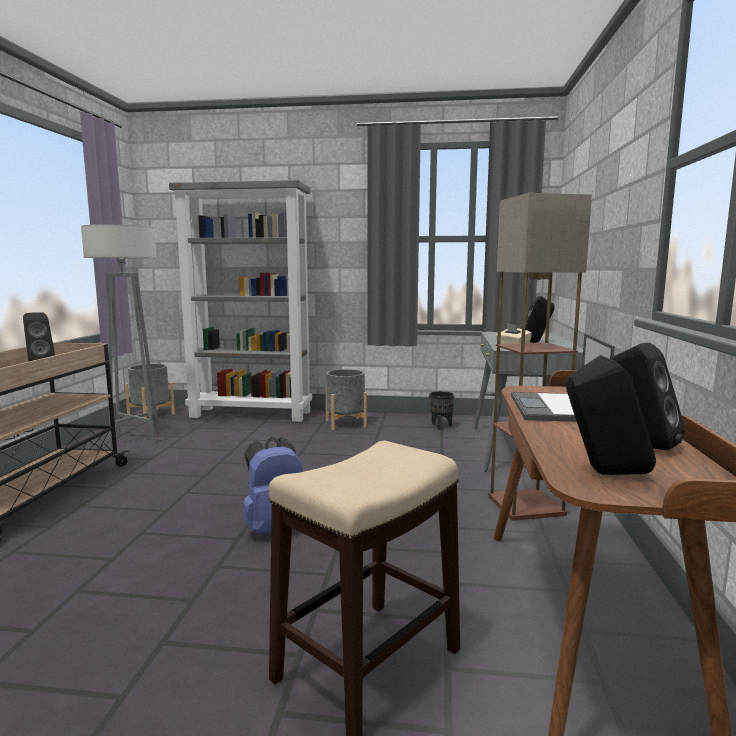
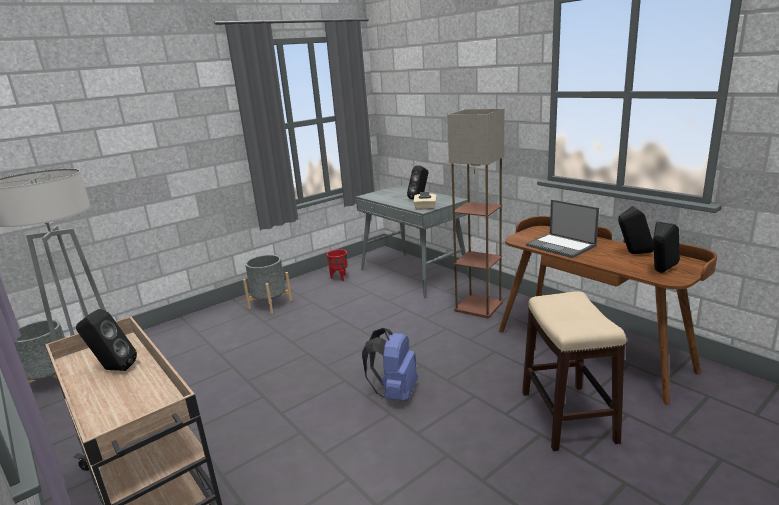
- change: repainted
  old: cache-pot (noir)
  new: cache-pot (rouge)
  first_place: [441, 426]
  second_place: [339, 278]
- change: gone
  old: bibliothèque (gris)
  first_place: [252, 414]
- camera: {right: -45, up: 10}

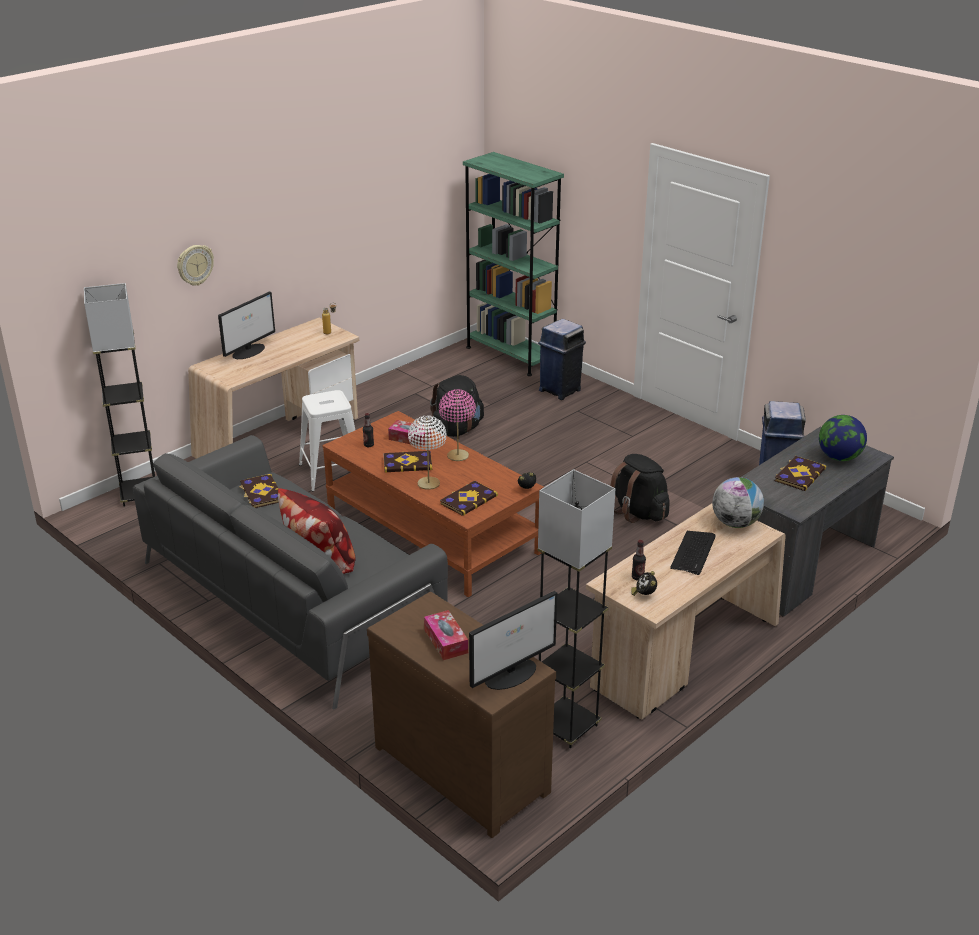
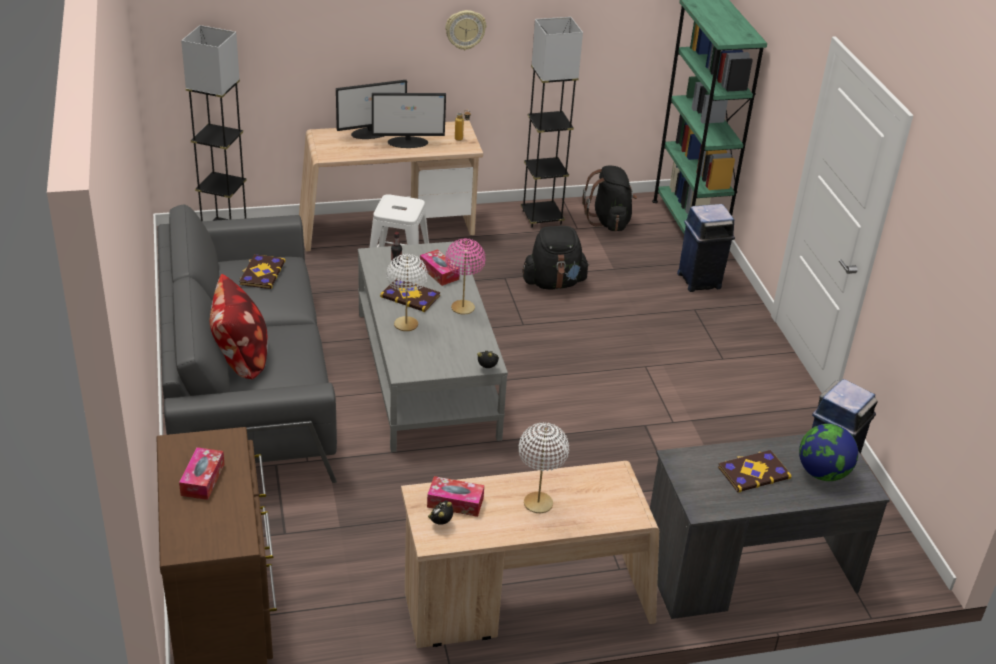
- change: repainted
  old: table basse (marron)
  new: table basse (gris)
  first_place: [431, 531]
  second_place: [426, 373]
- change: shifted
  old: écran d'ordinateur
  first_place: [511, 674]
  second_place: [408, 142]
- change: swapped
  old: bouteille
  new: boîte à mouchoirs
  first_place: [637, 577]
  second_place: [455, 502]
- change: shifted
  old: horloge murale
  first_place: [195, 265]
  second_place: [465, 29]
- change: swapped
  old: clavier
  new: lampe de table (blanc)
  first_place: [693, 553]
  second_place: [538, 504]
- change: shifted
  old: lampadaire (gris)
  first_place: [567, 726]
  second_place: [542, 217]
- change: shifted
  old: sac à dos (noir)
  first_place: [638, 512]
  second_place: [609, 221]
- change: gone
  old: livre
  first_place: [468, 499]
- change: gone
  old: globe
  first_place: [735, 523]
- camera: {right: 30, up: 5}

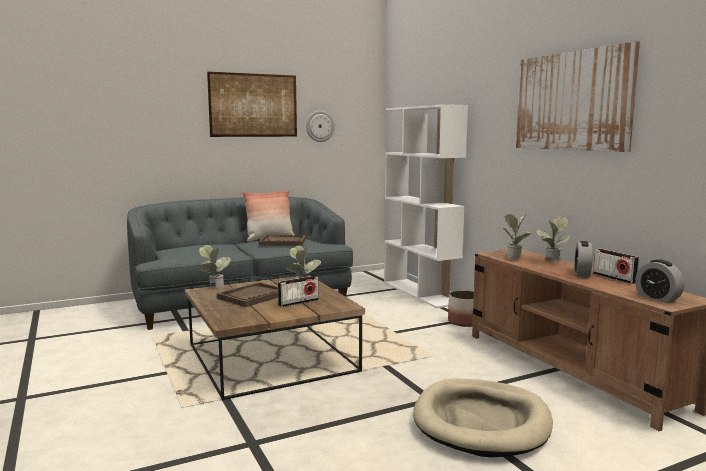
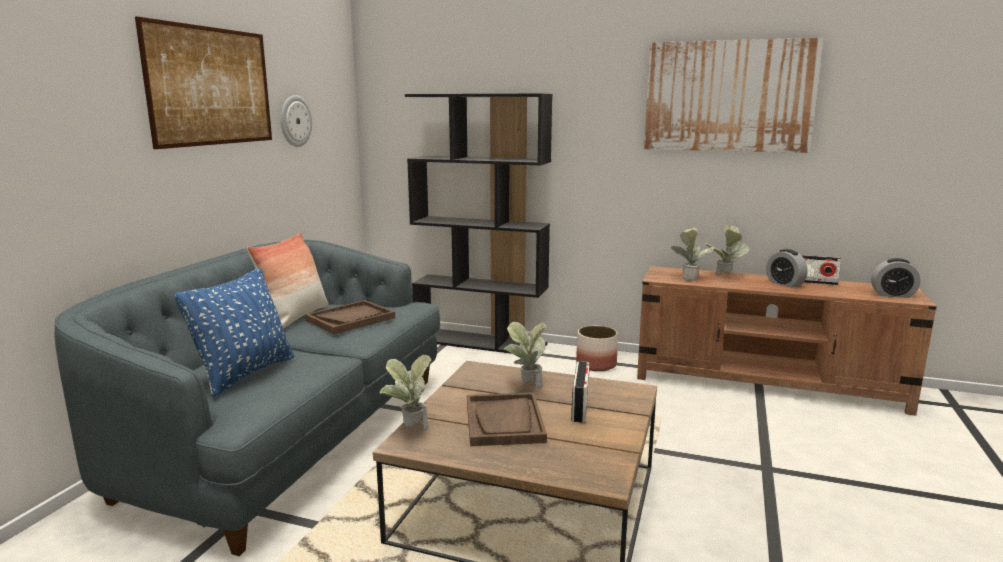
- change: new
  new: coussin (bleu)
  second_place: [245, 374]
- change: repainted
  old: bibliothèque (blanc)
  new: bibliothèque (noir)
  first_place: [420, 293]
  second_place: [481, 342]
- change: gone
  old: panier pour chien (beige)
  first_place: [481, 422]
- camera: {right: -45, up: 5}

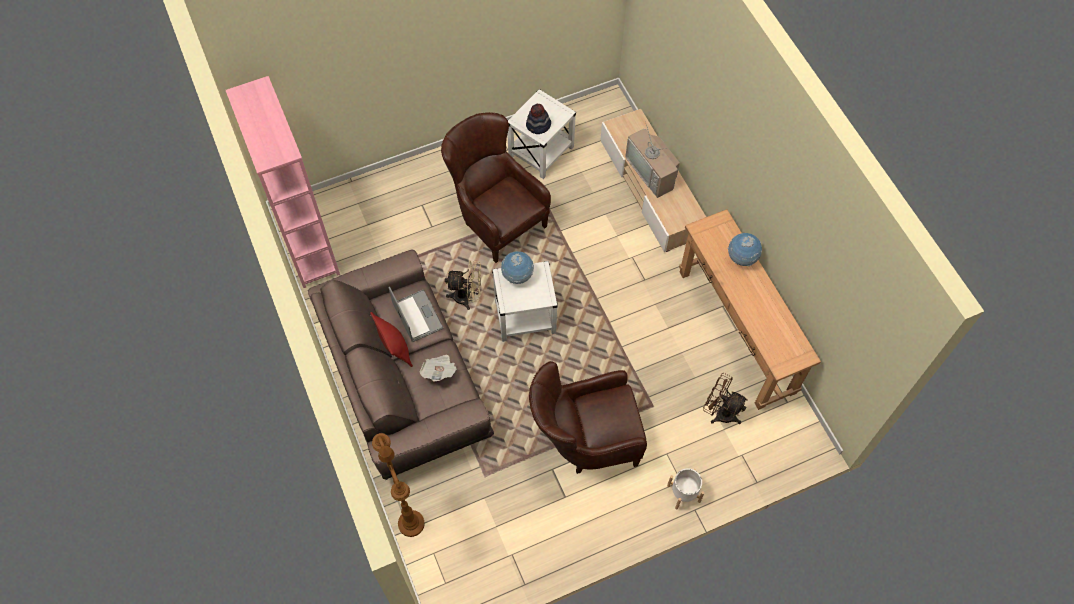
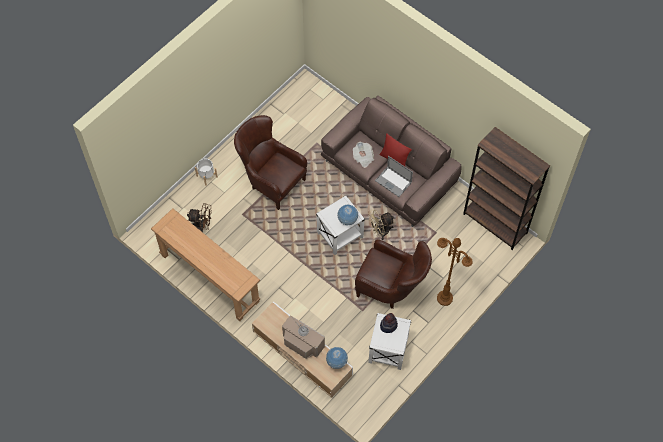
- change: rotated
  old: fauteuil (marron)
  first_place: [585, 441]
  second_place: [271, 181]
  degrees: -105
- change: shifted
  old: globe
  first_place: [742, 258]
  second_place: [336, 362]
- change: shifted
  old: lampadaire (marron)
  first_place: [411, 523]
  second_place: [445, 298]
- change: repainted
  old: bibliothèque (rose)
  new: bibliothèque (marron)
  first_place: [307, 244]
  second_place: [495, 223]
- camera: {right: 155, up: 0}

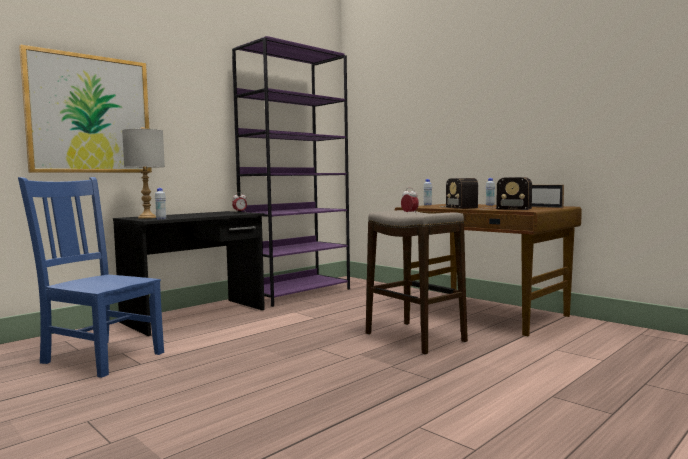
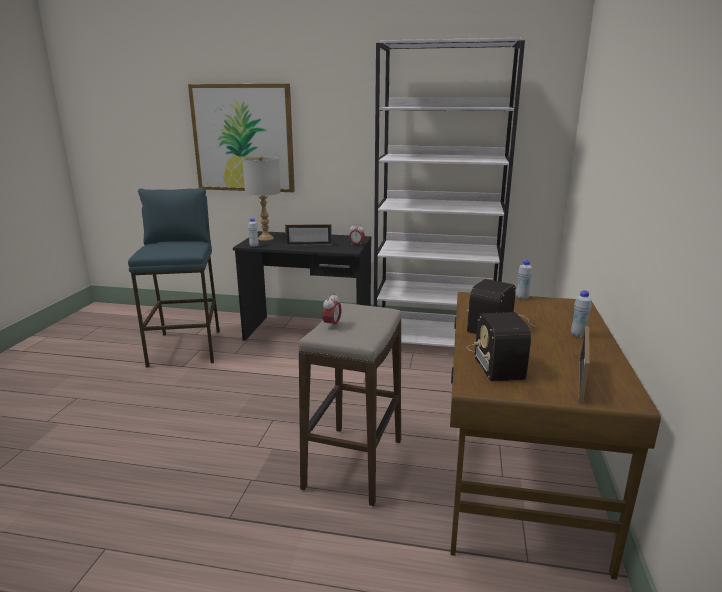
- change: swapped
  old: chaise (bleu)
  new: tabouret (bleu)
  first_place: [100, 357]
  second_place: [187, 347]
- change: new
  new: cadre photo
  second_place: [309, 245]
- change: repainted
  old: bibliothèque (violet)
  new: bibliothèque (blanc)
  first_place: [297, 293]
  second_place: [435, 341]
- camera: {right: 55, up: 15}

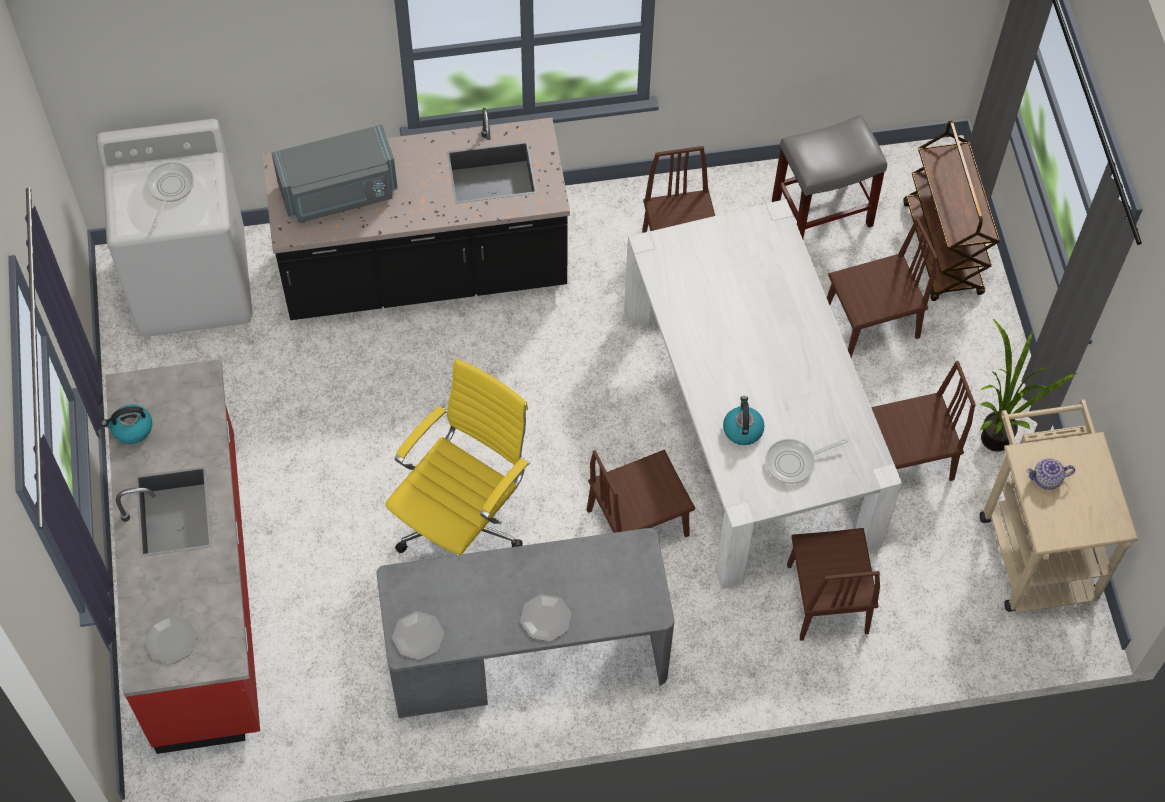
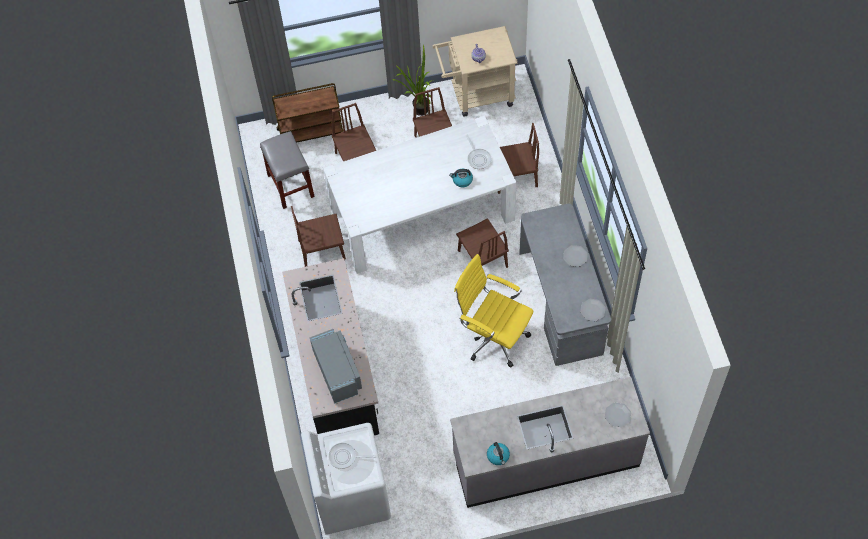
- change: repainted
  old: comptoir de cuisine (rouge)
  new: comptoir de cuisine (gris)
  first_place: [201, 591]
  second_place: [545, 460]
- camera: {right: -90, up: 0}

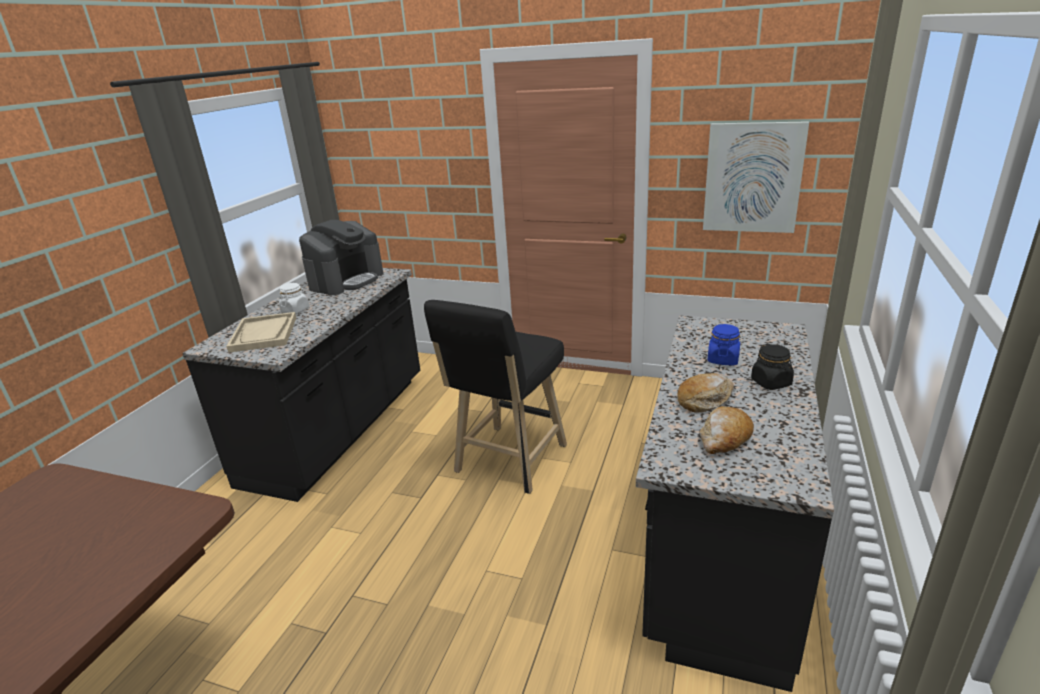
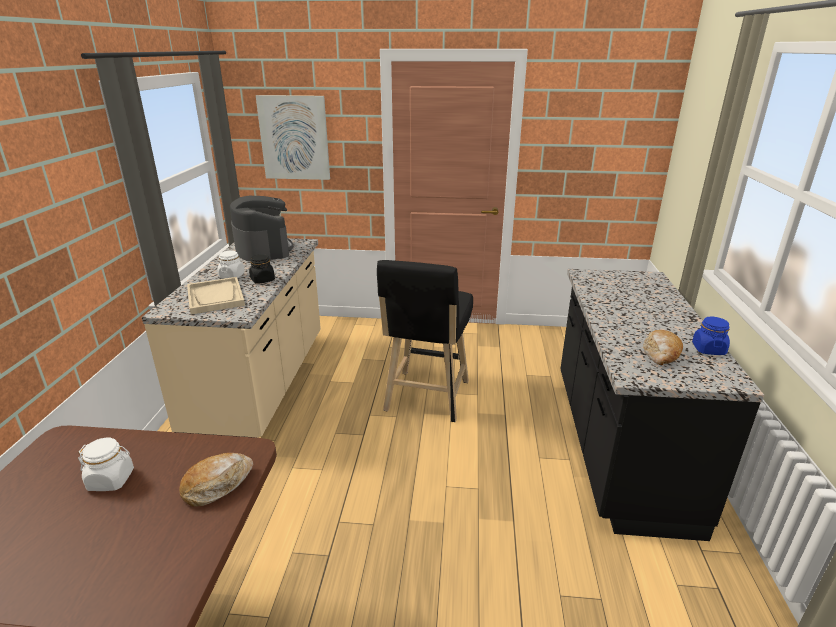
- change: new
  new: bocal (blanc)
  second_place: [111, 480]
- change: repainted
  old: comptoir de cuisine (noir)
  new: comptoir de cuisine (beige)
  first_place: [340, 430]
  second_place: [262, 385]
- change: shifted
  old: pain
  first_place: [705, 400]
  second_place: [217, 485]
- change: rotated
  old: machine à café
  first_place: [346, 280]
  second_place: [263, 249]
  degrees: -45
- change: shifted
  old: bocal (noir)
  first_place: [771, 383]
  second_place: [262, 280]
- change: shifted
  old: tableau
  first_place: [752, 178]
  second_place: [294, 138]
- change: shifted
  old: bocal (bleu)
  first_place: [723, 359]
  second_place: [708, 349]
- camera: {right: -15, up: 0}

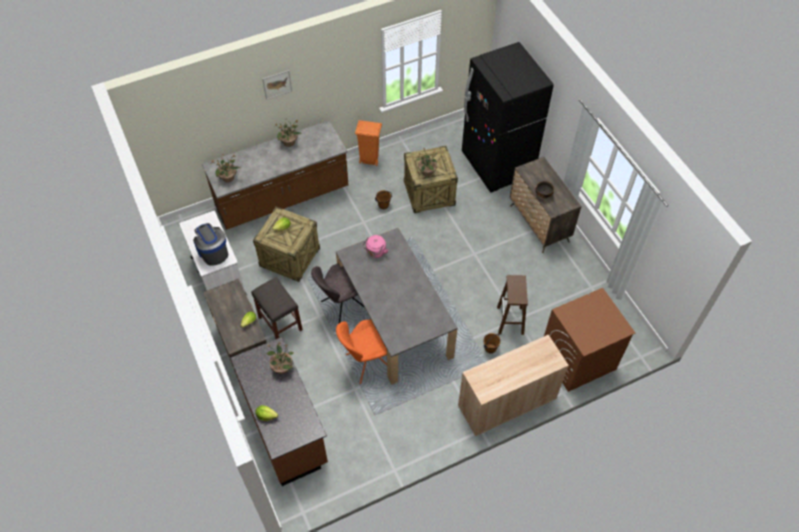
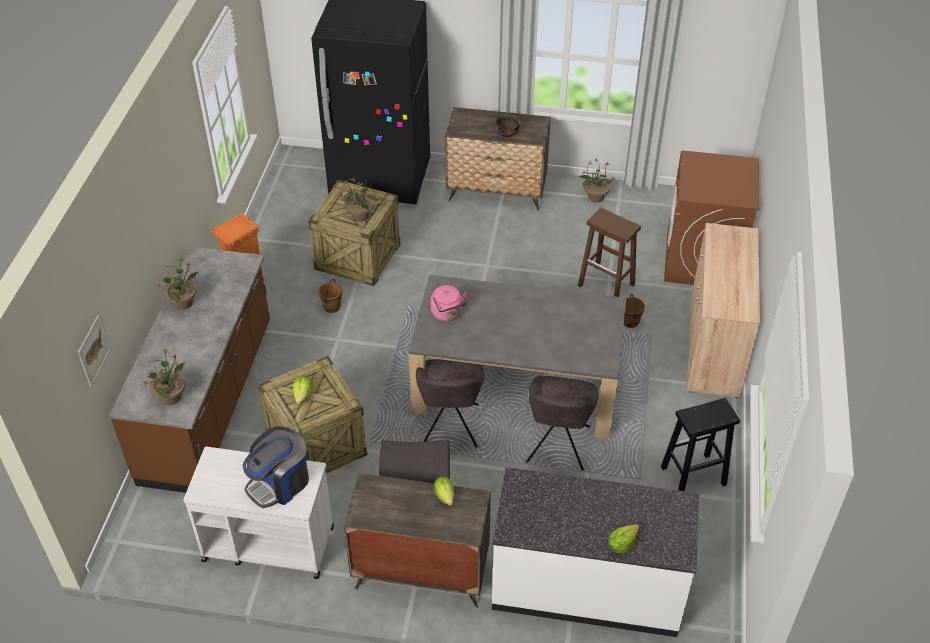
- change: shifted
  old: tableau
  first_place: [277, 84]
  second_place: [93, 350]
- change: rotated
  old: machine à café
  first_place: [213, 252]
  second_place: [279, 483]
  degrees: -45
- change: repainted
  old: comptoir de cuisine (marron)
  new: comptoir de cuisine (blanc)
  first_place: [285, 426]
  second_place: [587, 586]
- change: repainted
  old: chaise (orange)
  new: chaise (gris)
  first_place: [367, 363]
  second_place: [557, 446]
- change: shifted
  old: plante en pot
  first_place: [282, 367]
  second_place: [595, 197]
- change: new
  new: tabouret (noir)
  second_place: [692, 476]
- camera: {right: -55, up: -10}

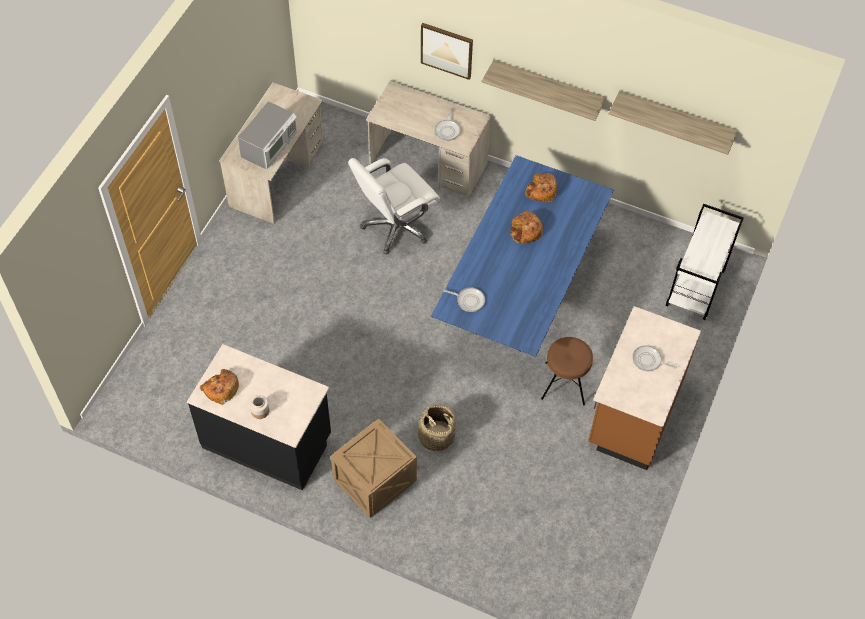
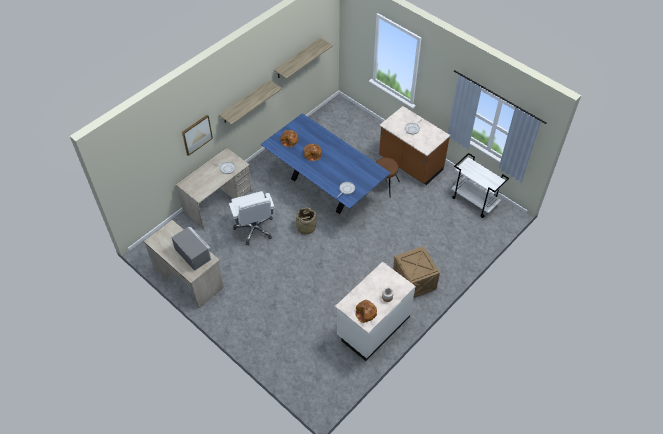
- change: shifted
  old: panier
  first_place: [436, 436]
  second_place: [306, 227]
- change: repainted
  old: comptoir de cuisine (noir)
  new: comptoir de cuisine (blanc)
  first_place: [267, 441]
  second_place: [372, 326]
- change: shifted
  old: chariot (blanc)
  first_place: [695, 288]
  second_place: [474, 201]
- camera: {right: -70, up: -5}

